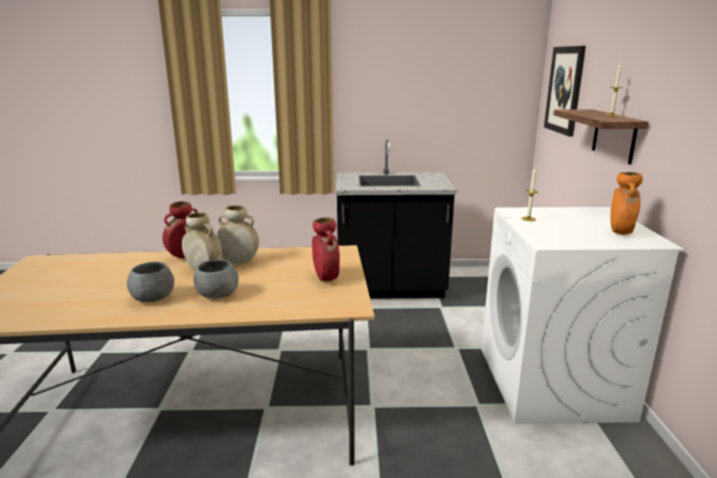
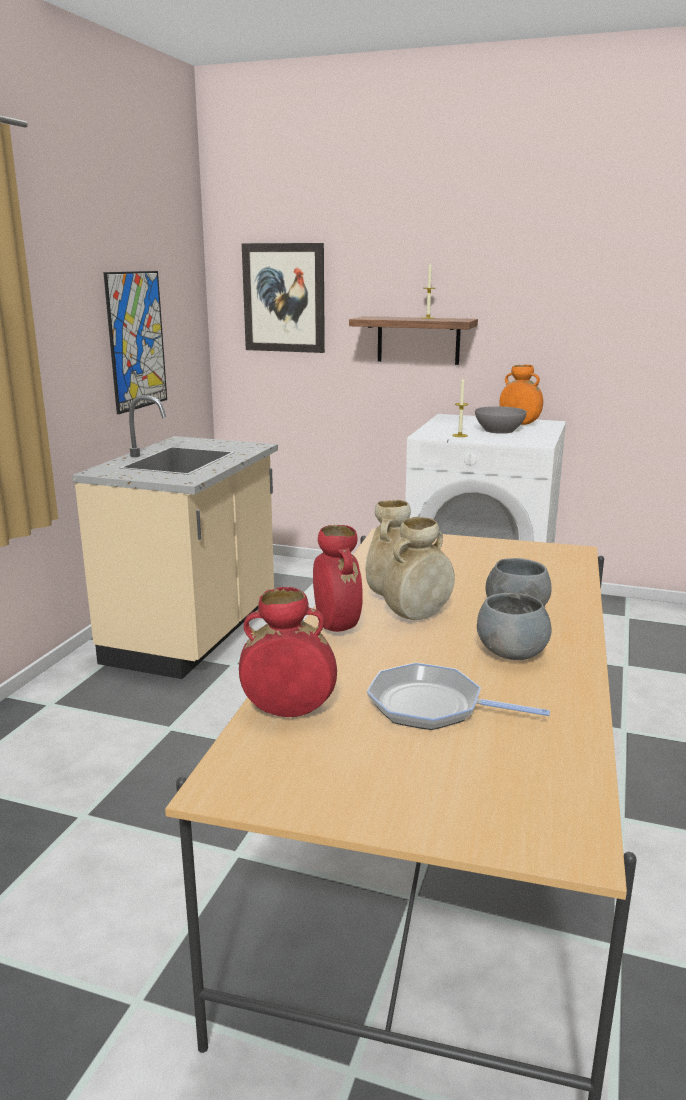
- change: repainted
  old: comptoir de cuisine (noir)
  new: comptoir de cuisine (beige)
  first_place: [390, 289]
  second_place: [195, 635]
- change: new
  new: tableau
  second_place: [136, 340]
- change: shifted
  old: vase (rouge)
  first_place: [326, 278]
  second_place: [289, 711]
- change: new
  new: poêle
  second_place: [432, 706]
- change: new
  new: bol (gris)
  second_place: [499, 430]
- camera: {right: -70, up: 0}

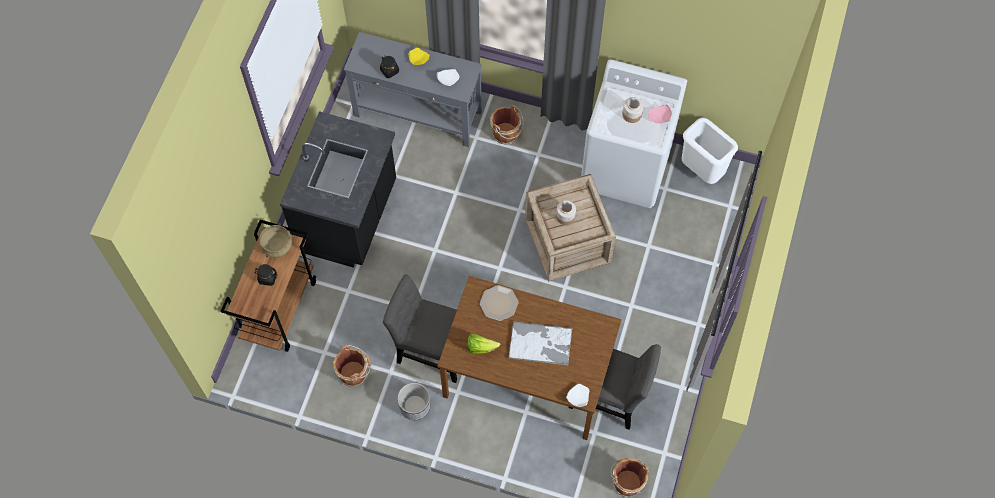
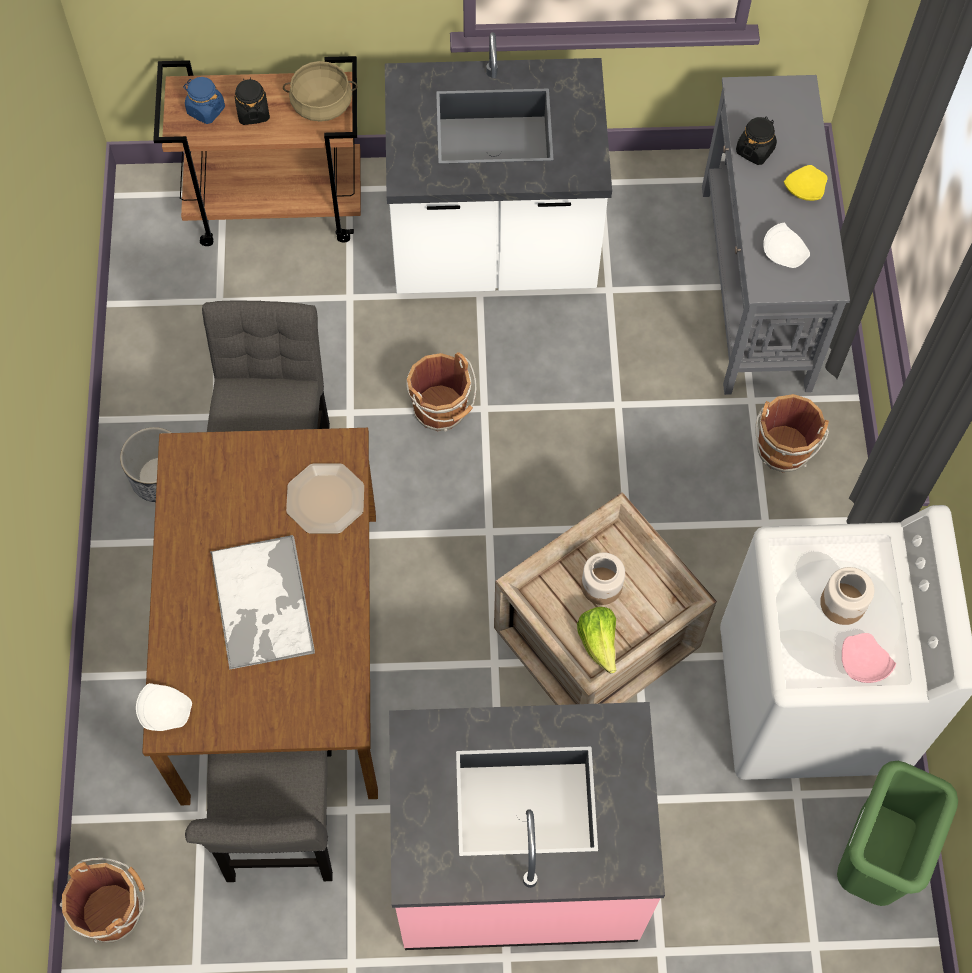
- change: new
  new: bocal (bleu)
  second_place: [205, 110]
- change: repainted
  old: comptoir de cuisine (noir)
  new: comptoir de cuisine (blanc)
  first_place: [349, 217]
  second_place: [494, 249]
- change: new
  new: comptoir de cuisine (rose)
  second_place: [517, 861]
- change: shifted
  old: seau (marron)
  first_place: [354, 373]
  second_place: [442, 410]
- change: shifted
  old: laitue
  first_place: [480, 347]
  second_place: [599, 642]
- change: repainted
  old: poubelle (blanc)
  new: poubelle (vert)
  first_place: [702, 171]
  second_place: [872, 861]
- camera: {right: 70, up: 0}

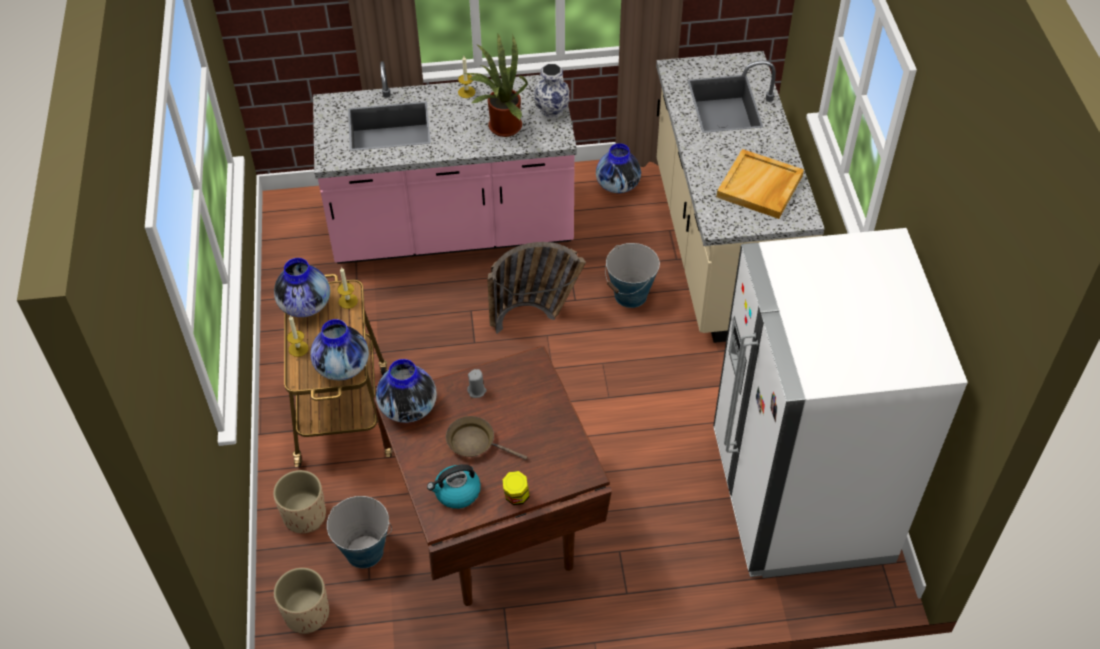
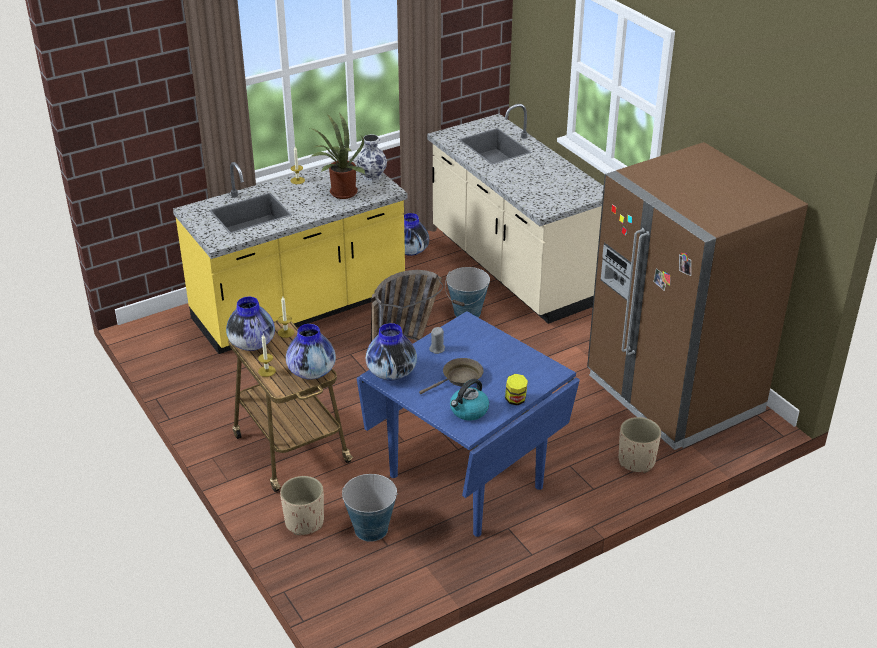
- change: repainted
  old: comptoir de cuisine (rose)
  new: comptoir de cuisine (jaune)
  first_place: [452, 229]
  second_place: [300, 309]
- change: repainted
  old: table à manger (marron)
  new: table à manger (bleu)
  first_place: [497, 527]
  second_place: [466, 480]
- change: rotated
  old: poêle (marron)
  first_place: [475, 442]
  second_place: [459, 378]
  degrees: 150
- change: repainted
  old: réfrigérateur (blanc)
  new: réfrigérateur (marron)
  first_place: [800, 497]
  second_place: [673, 394]
- change: shifted
  old: cache-pot (beige)
  first_place: [306, 614]
  second_place: [636, 461]
- change: gone
  old: plateau (beige)
  first_place: [760, 187]
- camera: {right: -25, up: -15}

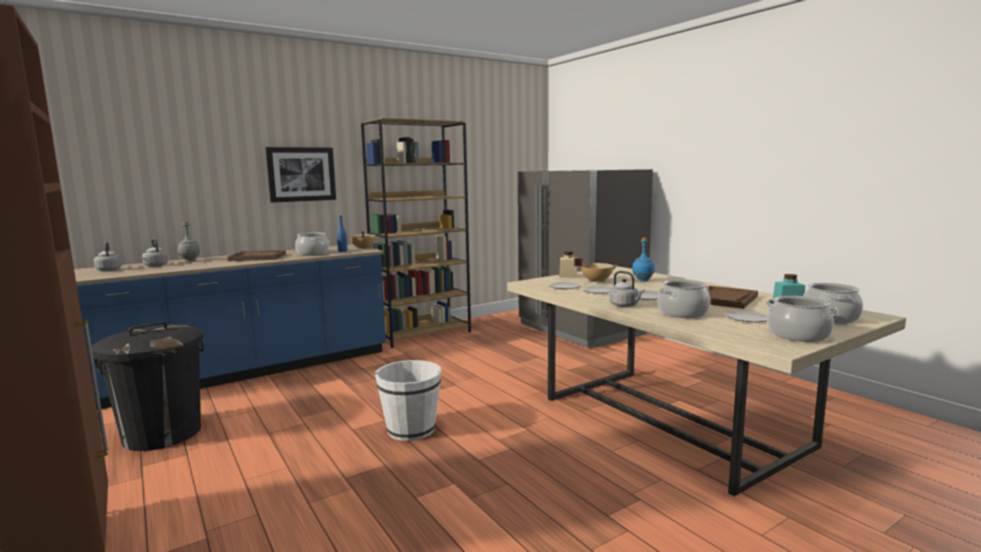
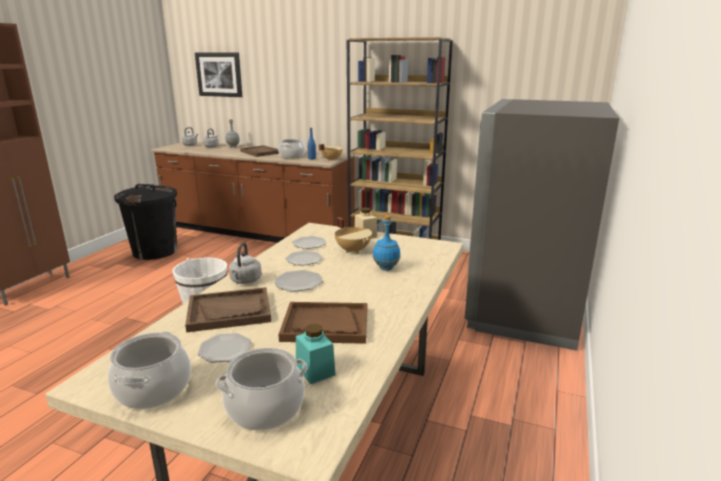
- change: repainted
  old: comptoir de cuisine (bleu)
  new: comptoir de cuisine (marron)
  first_place: [250, 371]
  second_place: [257, 233]
- change: swapped
  old: marmite
  new: plateau (marron)
  first_place: [682, 313]
  second_place: [229, 311]
- change: shifted
  old: tableau
  first_place: [301, 174]
  second_place: [219, 74]
- camera: {right: 55, up: 10}

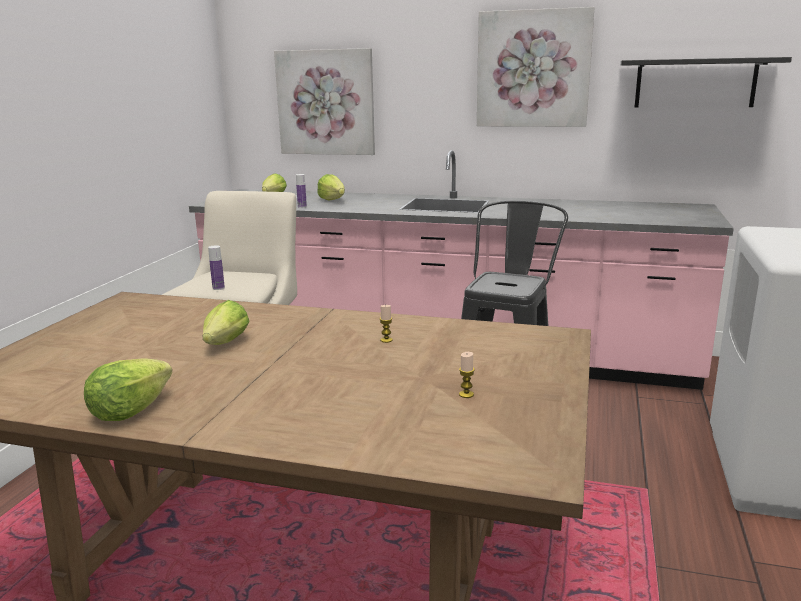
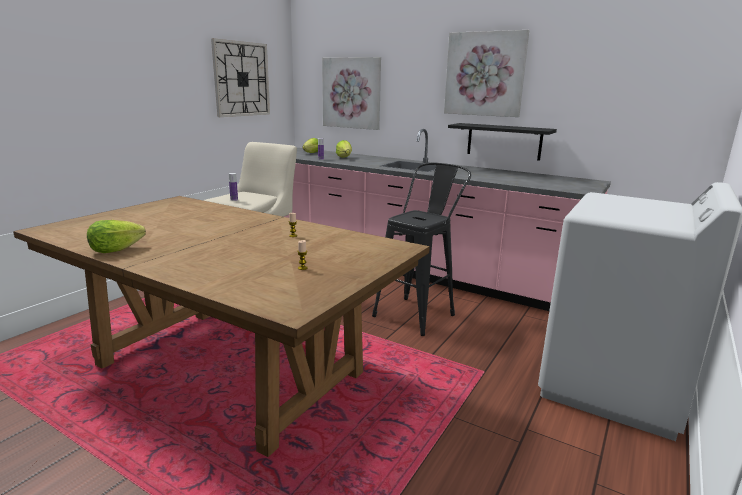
- change: new
  new: horloge murale
  second_place: [241, 79]
- change: shifted
  old: étagère (noir)
  first_place: [695, 83]
  second_place: [504, 141]
- change: gone
  old: laitue
  first_place: [224, 344]
- camera: {right: 15, up: 0}

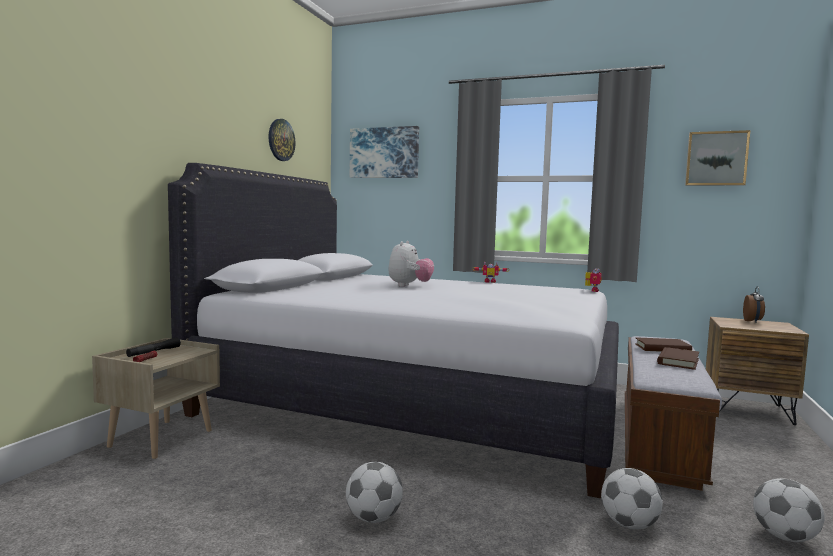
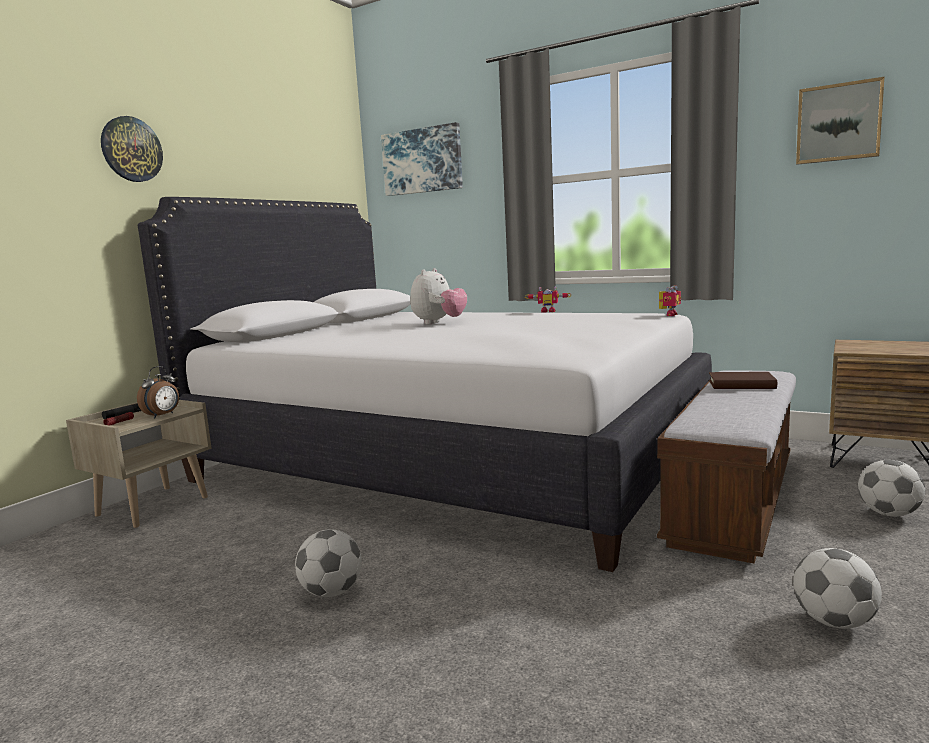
- change: shifted
  old: horloge murale
  first_place: [281, 140]
  second_place: [131, 149]
- change: shifted
  old: réveil
  first_place: [753, 321]
  second_place: [163, 415]
- change: shifted
  old: ballon de foot
  first_place: [629, 524]
  second_place: [889, 514]
- change: gone
  old: livre (marron)
  first_place: [678, 361]
- camera: {right: 10, up: 5}

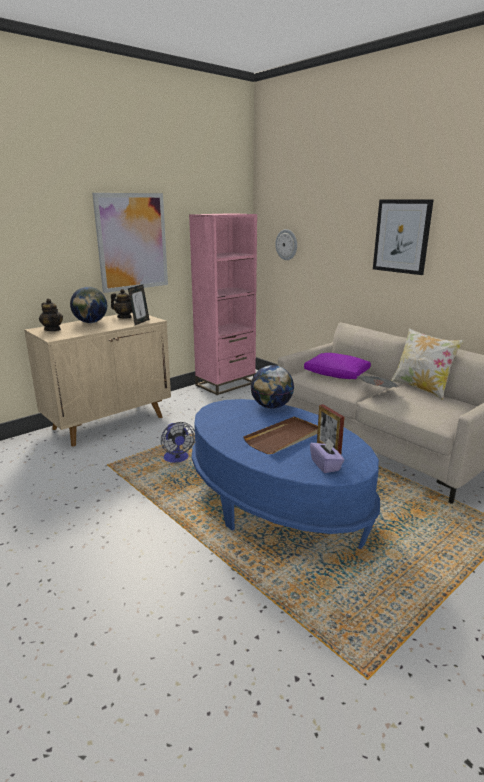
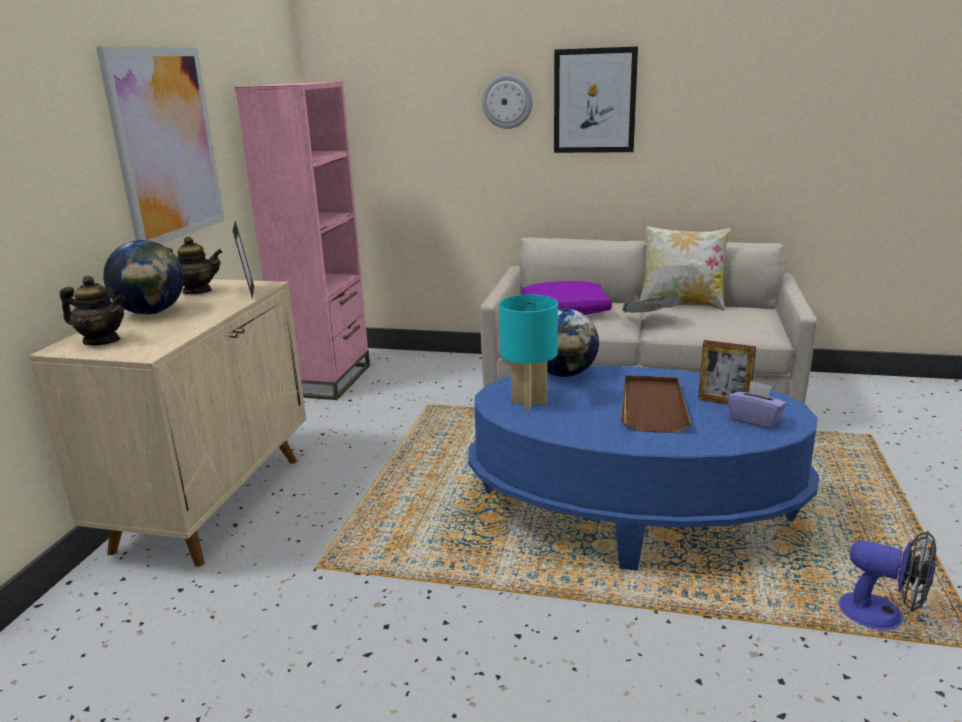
- change: shifted
  old: horloge murale
  first_place: [287, 244]
  second_place: [507, 101]
- change: new
  new: lampe de table (turquoise)
  second_place: [529, 402]
- change: shifted
  old: ventilateur
  first_place: [177, 459]
  second_place: [882, 615]
- camera: {right: -35, up: 0}

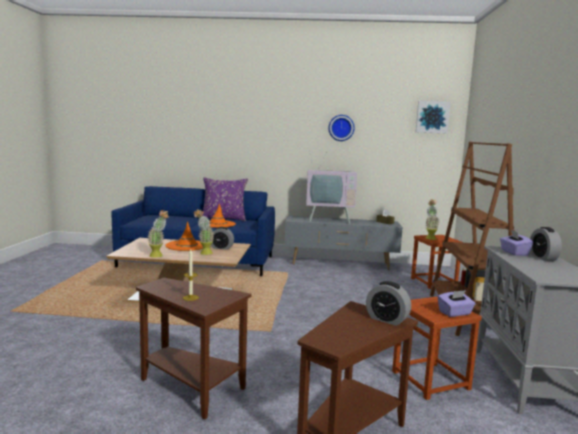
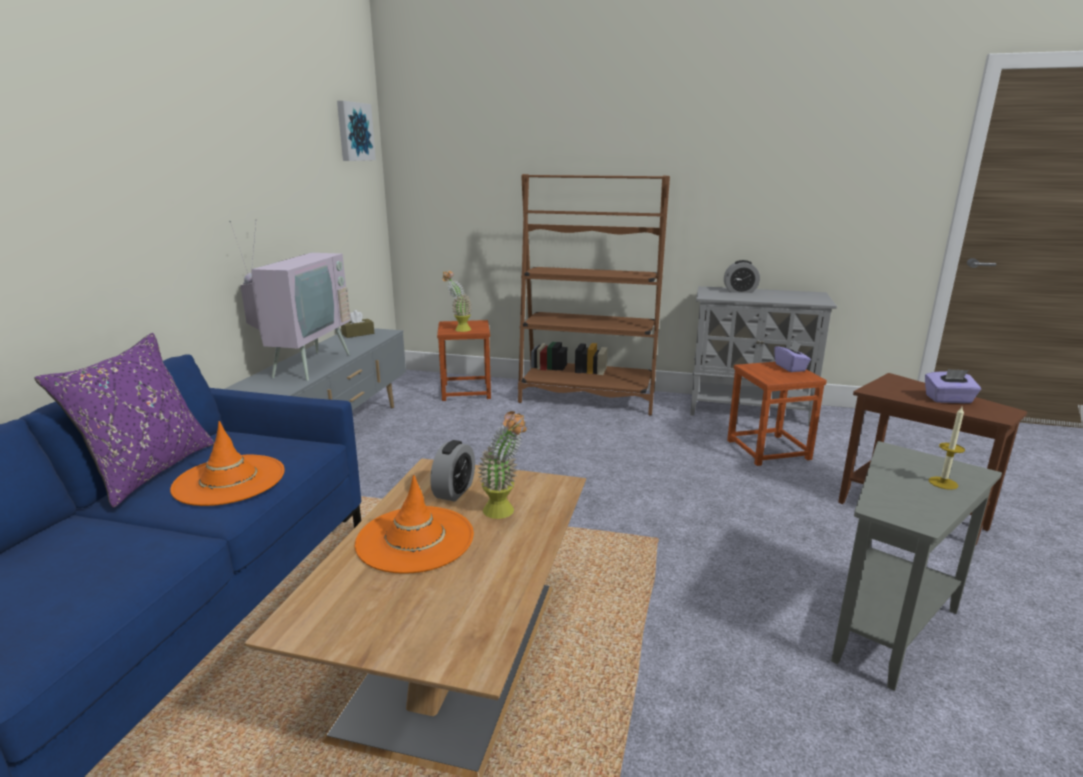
- change: repainted
  old: table d'appoint (marron)
  new: table d'appoint (gris)
  first_place: [192, 389]
  second_place: [887, 625]
- change: shifted
  old: boîte à mouchoirs (violet)
  first_place: [514, 253]
  second_place: [948, 399]
- change: gone
  old: plante en pot
  first_place: [158, 256]
- change: gone
  old: horloge murale
  first_place: [341, 128]
- change: gone
  old: réveil
  first_place: [387, 319]
- camera: {right: -80, up: 10}

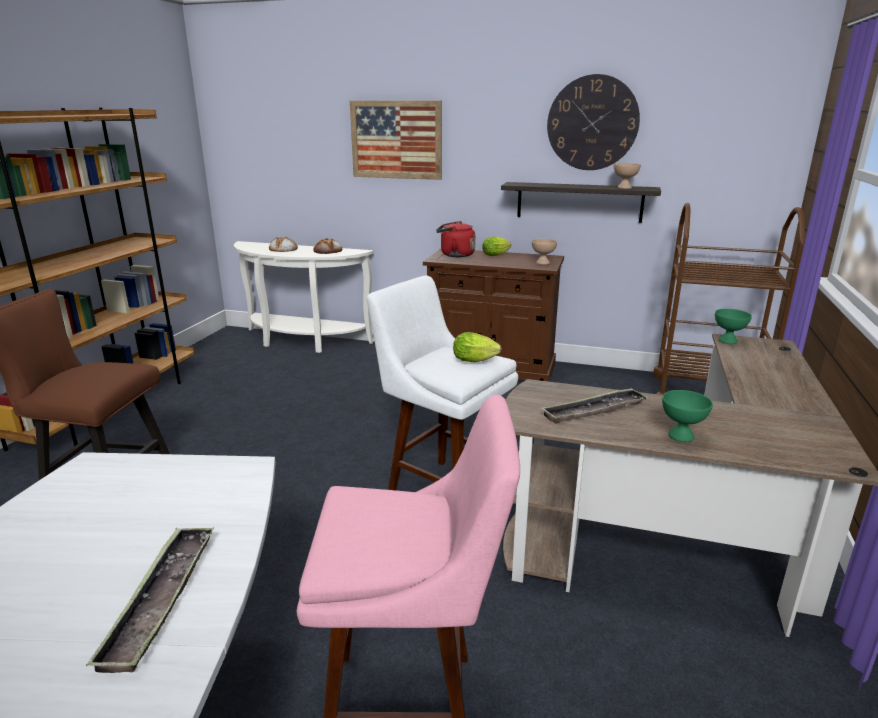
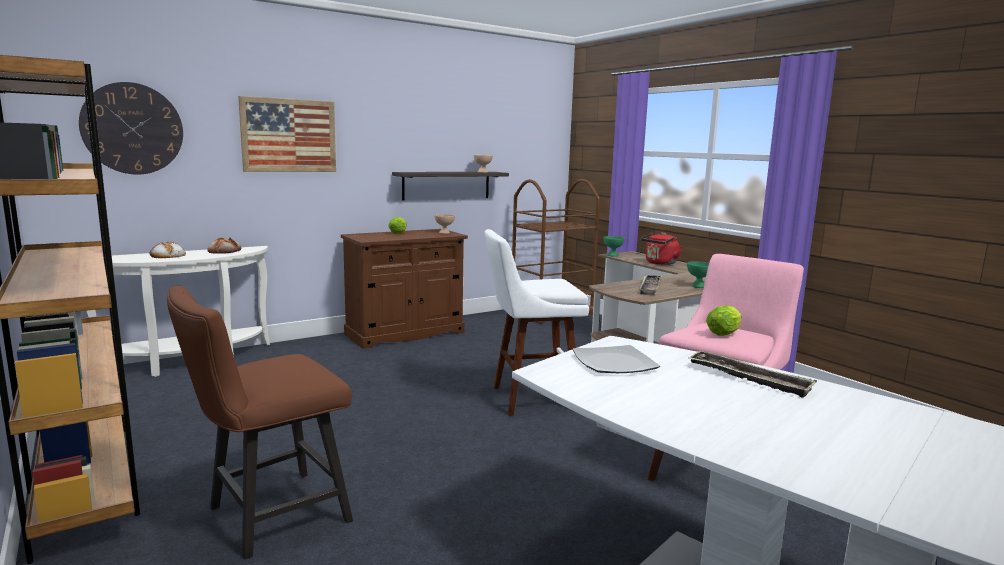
- change: shifted
  old: horloge murale
  first_place: [592, 123]
  second_place: [132, 129]
- change: new
  new: assiette
  second_place: [613, 363]
- change: shifted
  old: bouilloire (rouge)
  first_place: [455, 255]
  second_place: [660, 263]
- change: shifted
  old: laitue
  first_place: [477, 361]
  second_place: [725, 333]
- camera: {right: -50, up: -10}

